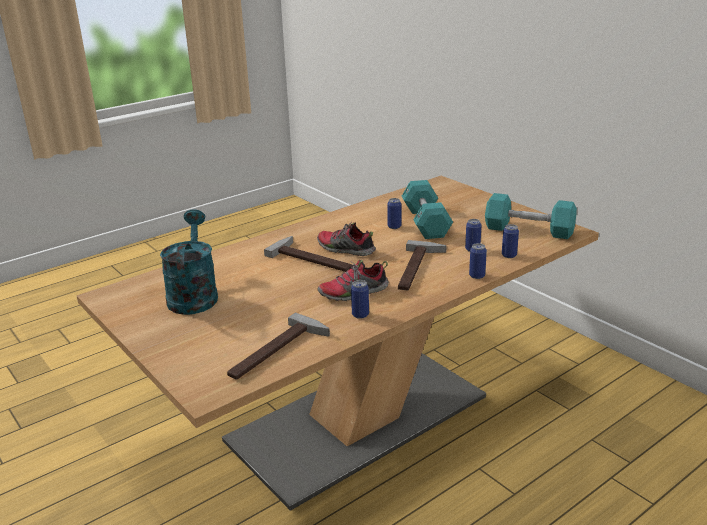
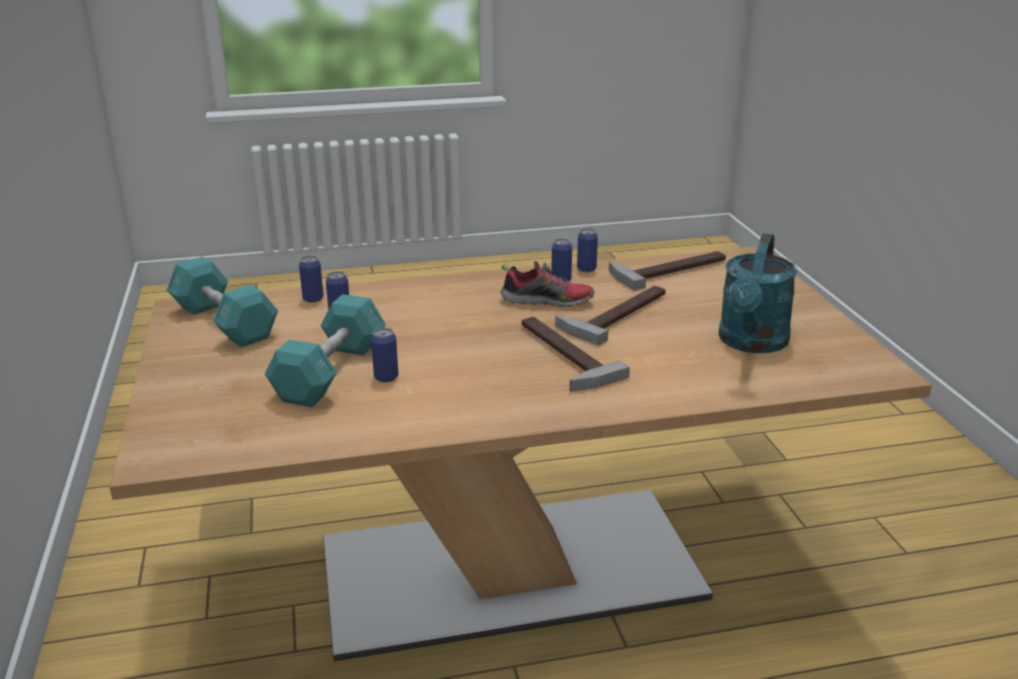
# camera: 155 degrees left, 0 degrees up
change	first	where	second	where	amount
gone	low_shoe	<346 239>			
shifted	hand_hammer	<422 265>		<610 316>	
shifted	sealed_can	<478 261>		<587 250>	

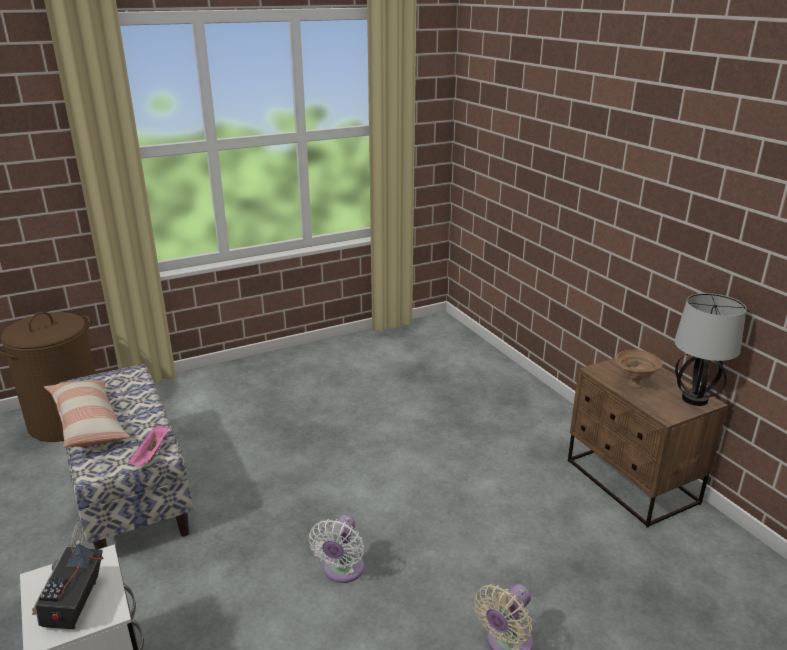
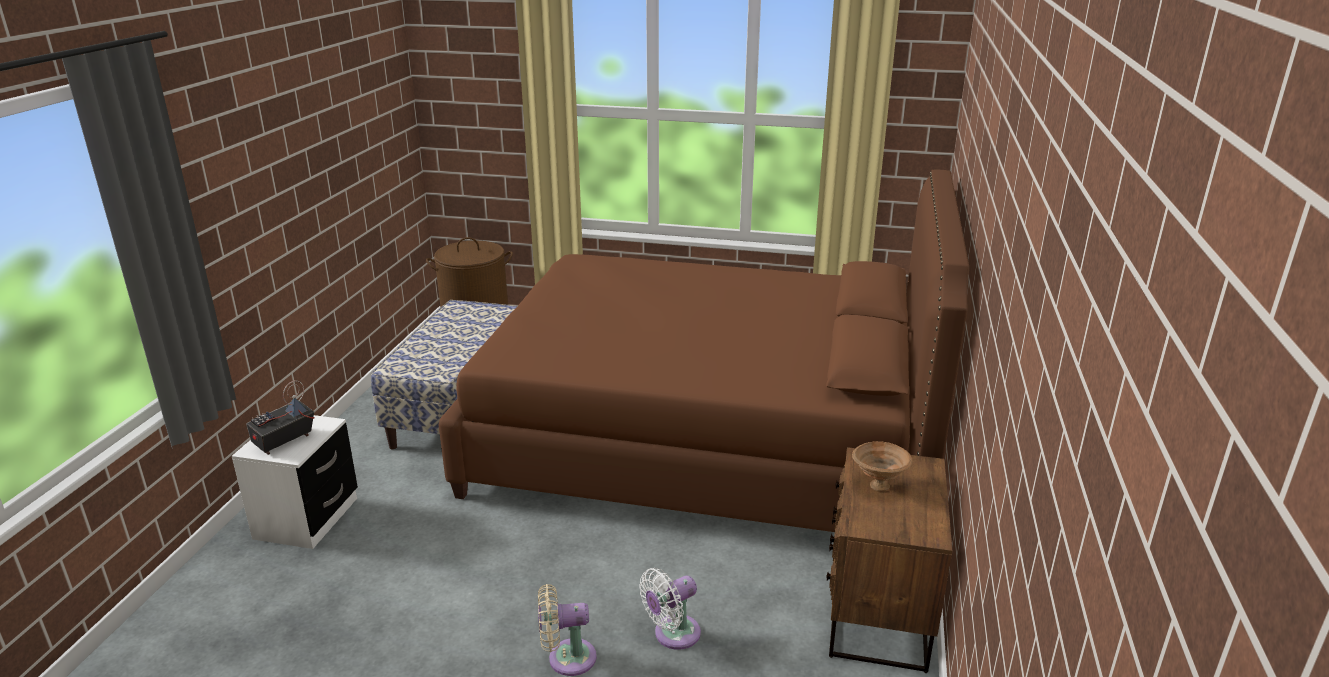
# camera: 40 degrees right, 0 degrees up
change	first	where	second	where	amount
gone	table_lamp	<710 349>			
gone	cushion	<87 414>			
gone	pinkish_tray	<148 445>			
shifted	white-coloured_electric_fan	<336 549>		<670 609>	
new			brown-coloured_bed	<704 351>	

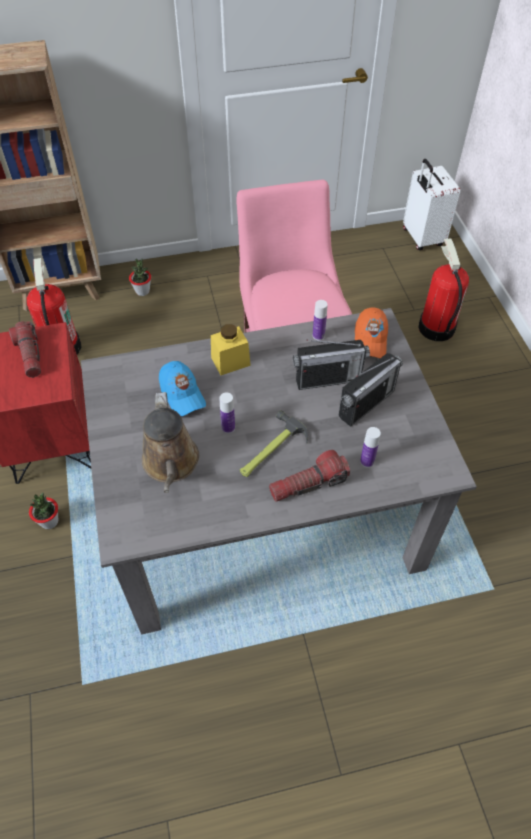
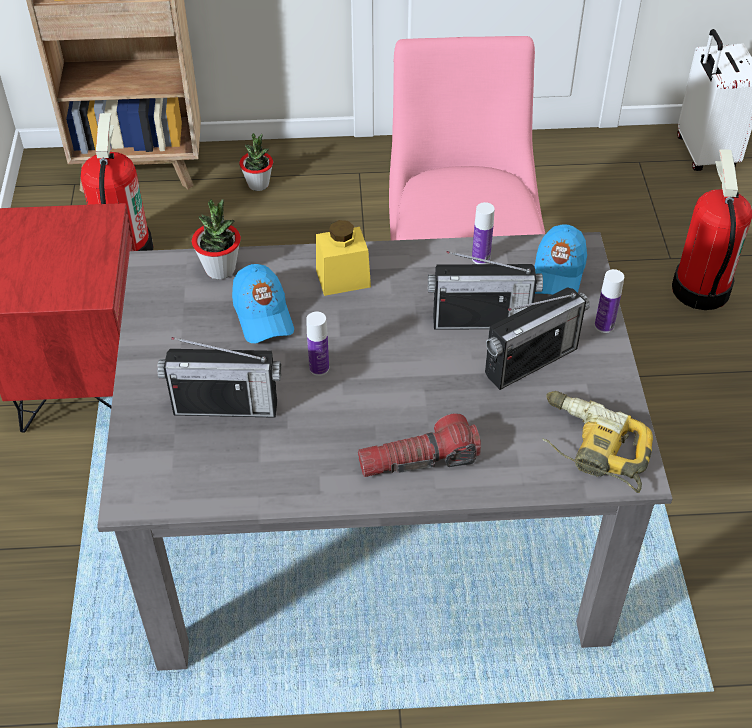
# camera: 10 degrees right, 5 degrees down
change	first	where	second	where	amount
repainted	orangey_baseball_cap	<371 332>	bluish_baseball_cap	<560 259>	
gone	torch	<25 349>			
swapped	brown-coloured_watering_pot	<170 442>	radio	<219 377>	
gone	hand_hammer	<274 443>			
shifted	beverage_bottle	<370 447>		<609 301>	
shifted	potted_plant	<43 511>		<216 239>	
new			electric_drill	<597 442>	

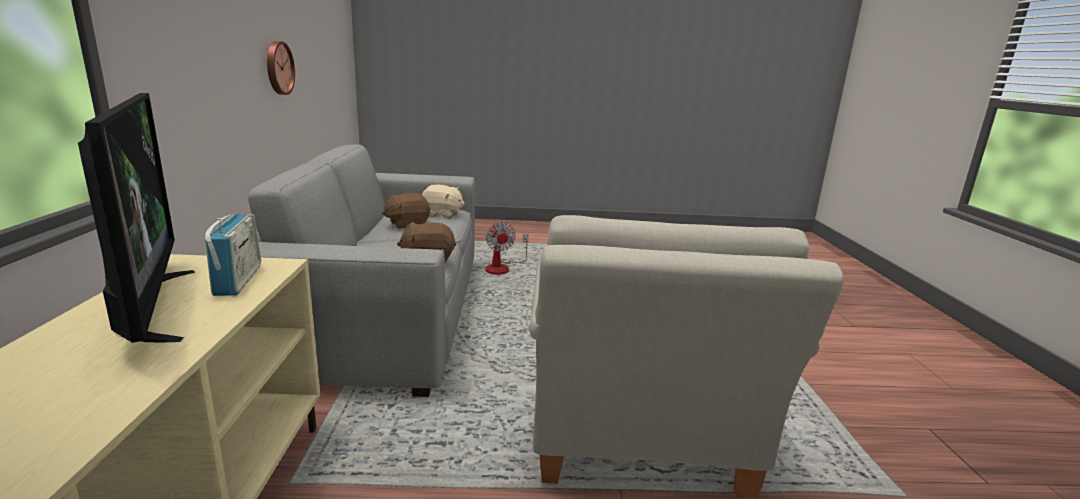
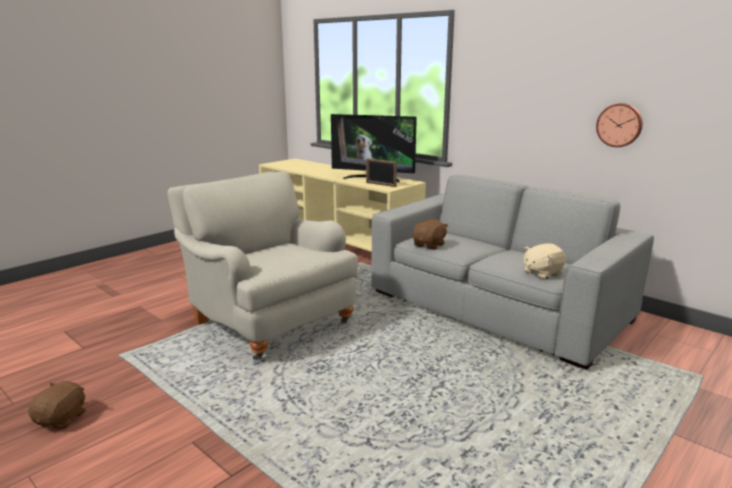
# camera: 135 degrees right, 0 degrees up
change	first	where	second	where	amount
shifted	brown-coloured_soft_toy	<406 211>		<57 405>	
swapped	radio	<233 254>	picture_frame	<381 172>	
gone	electric_fan	<506 248>			

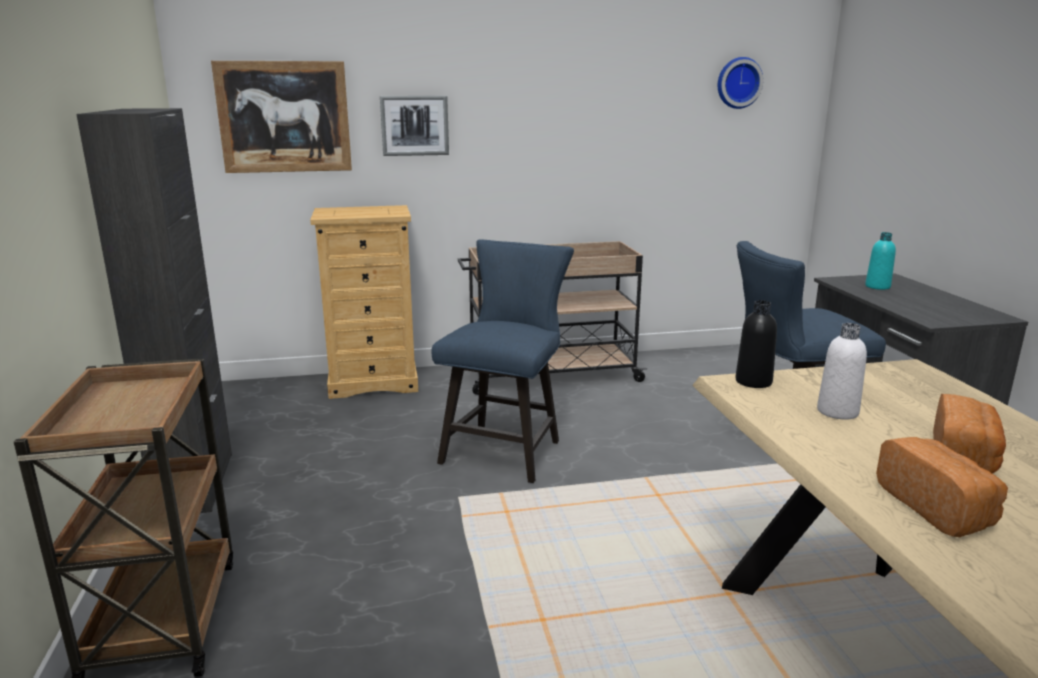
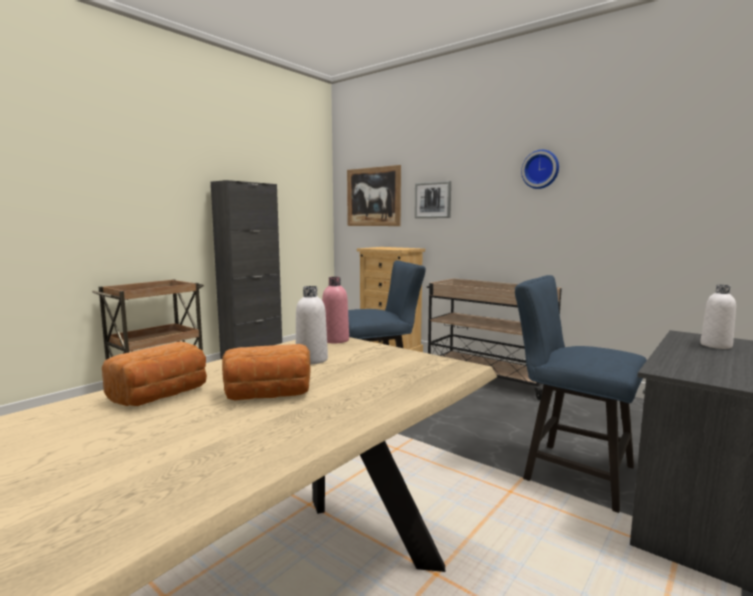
# camera: 50 degrees right, 10 degrees down
change	first	where	second	where	amount
shifted	wall_clock	<740 83>		<540 169>	
repainted	turquoise-coloured_beverage_bottle	<880 261>	white-coloured_beverage_bottle	<718 317>	
repainted	blackish_beverage_bottle	<756 344>	pinkish_beverage_bottle	<335 310>	

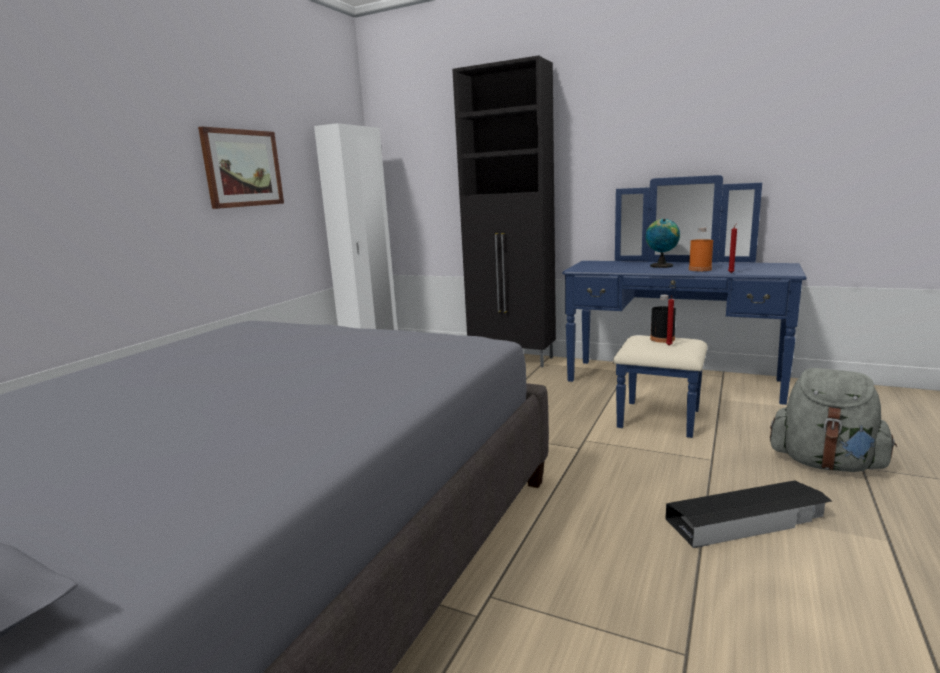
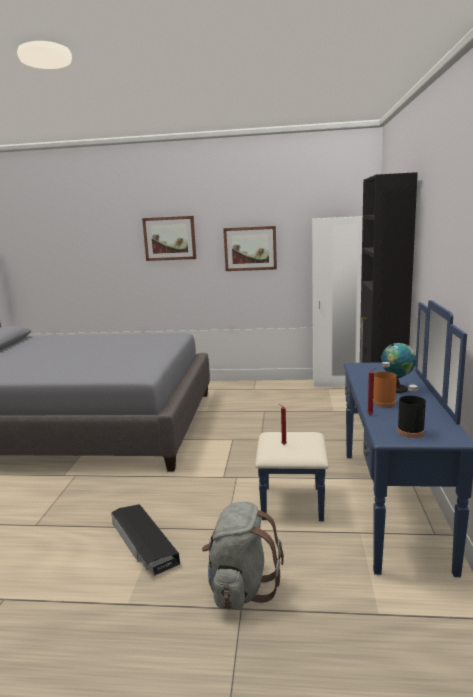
# camera: 70 degrees right, 0 degrees up
change	first	where	second	where	amount
shifted	blackish_beverage_bottle	<663 319>		<411 411>	
new			wall_art	<169 238>	

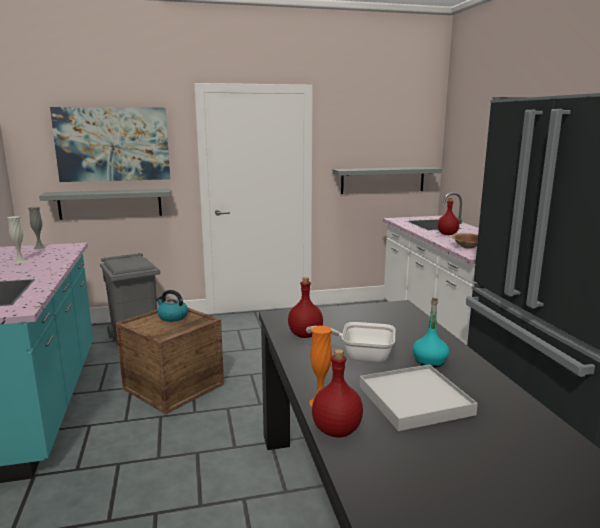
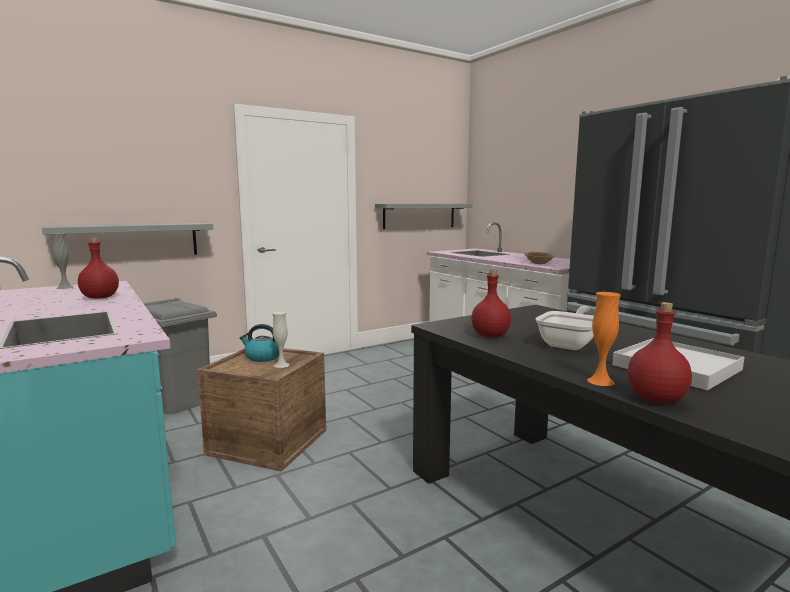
# camera: 20 degrees left, 5 degrees down
change	first	where	second	where	amount
gone	wall_art	<110 144>			
shifted	reddish_beverage_bottle	<448 216>		<98 268>	
shifted	white-coloured_decorative_vase	<17 240>		<280 340>	
gone	turquoise-coloured_beverage_bottle	<431 332>			
rotated	pan	<350 342>		<565 328>	135 degrees clockwise

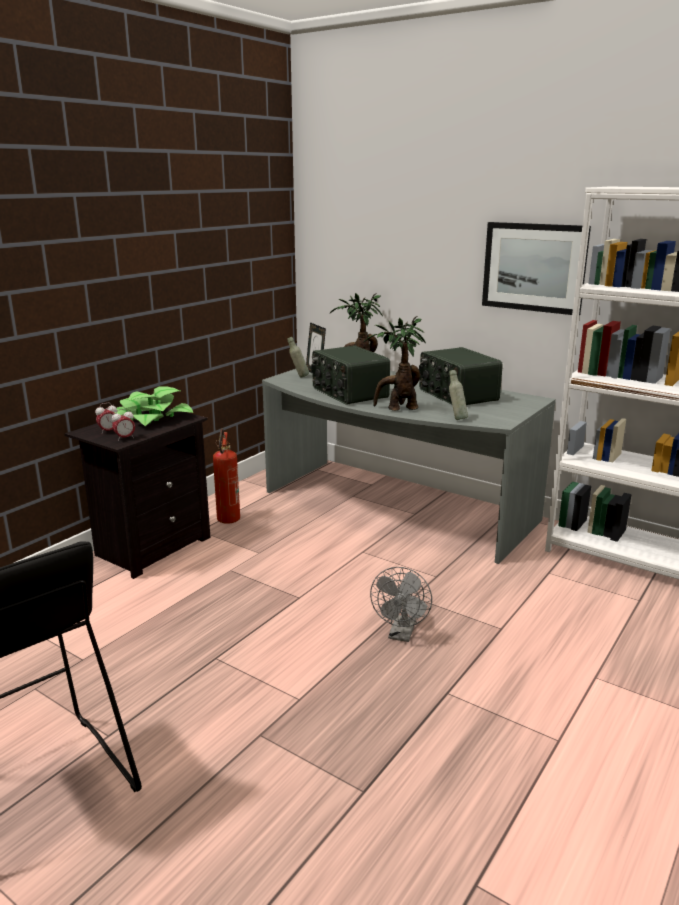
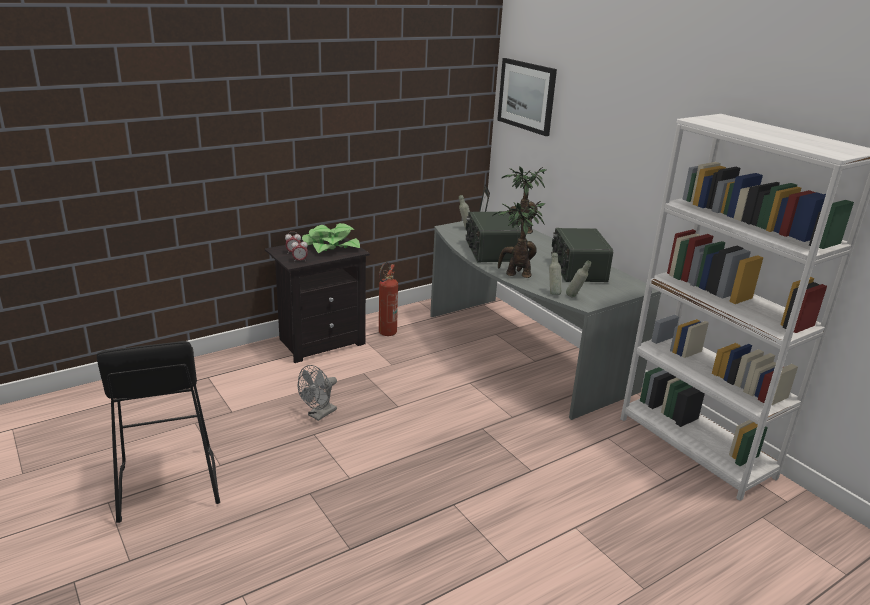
# camera: 20 degrees right, 5 degrees up
change	first	where	second	where	amount
shifted	wall_art	<536 268>		<527 97>	
shifted	greyish_electric_fan	<401 604>		<317 393>	
new			greyish_beverage_bottle	<578 279>	

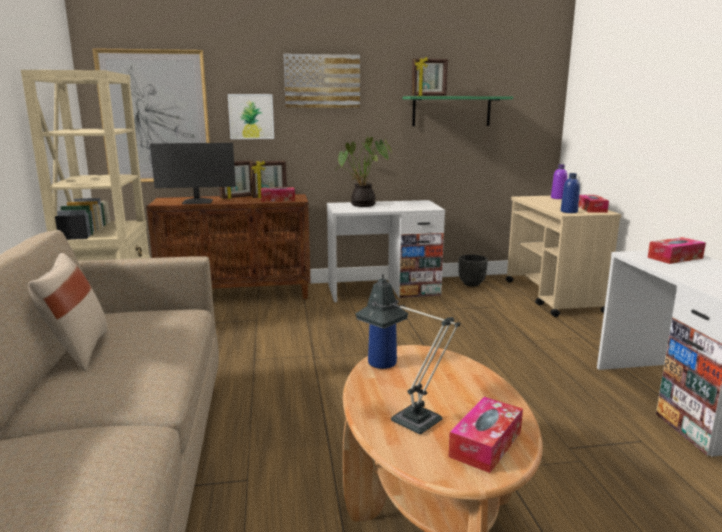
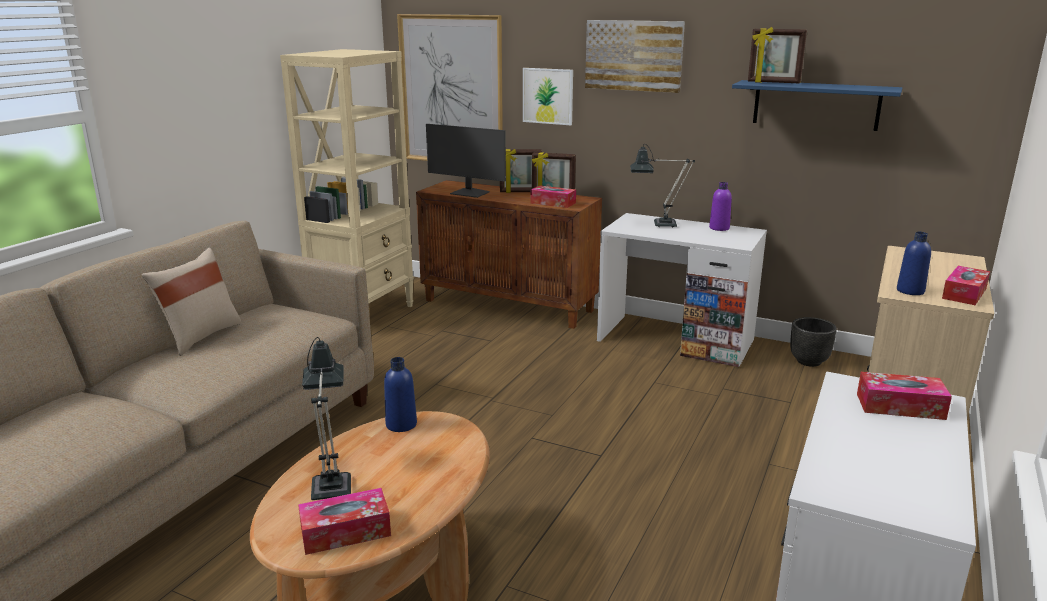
# camera: 35 degrees right, 5 degrees up
change	first	where	second	where	amount
repainted	green_wall_shelf	<458 111>	bluish_wall_shelf	<817 105>	
swapped	potted_plant	<363 171>	table_lamp	<662 185>	
shifted	purplish_beverage_bottle	<559 181>		<720 206>	

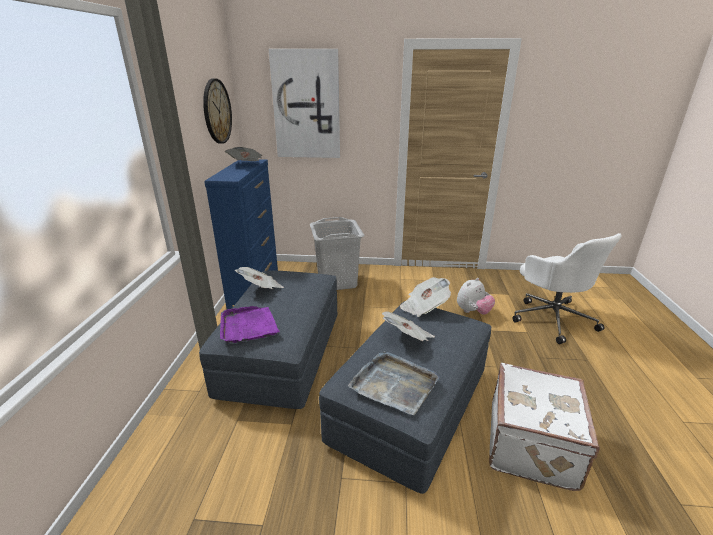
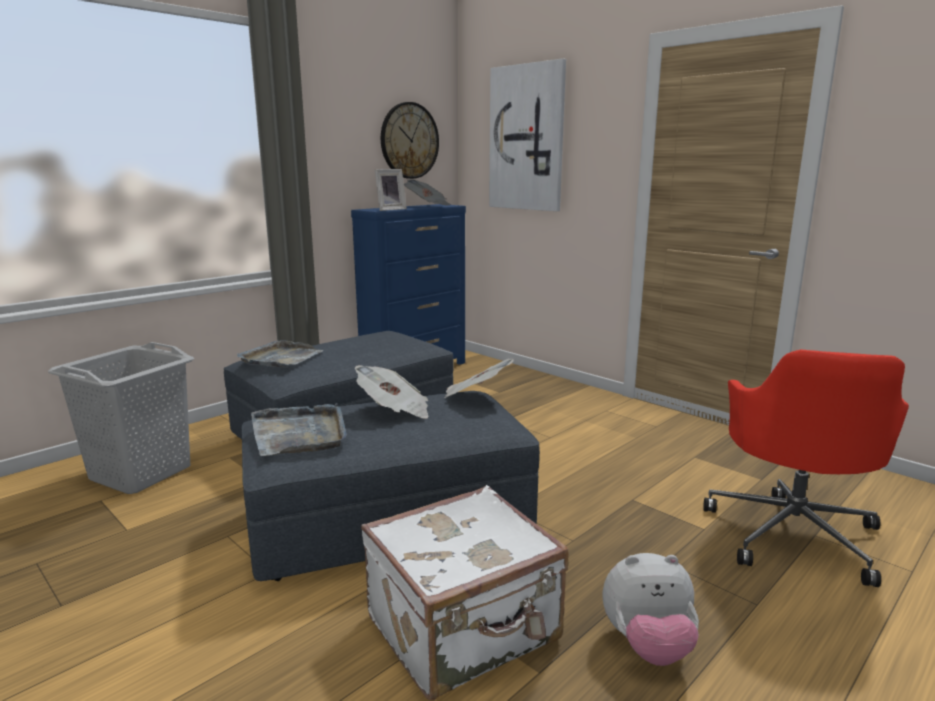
# camera: 40 degrees right, 10 degrees down
change	first	where	second	where	amount
shifted	greyish_washing_basket	<337 253>		<121 418>	
repainted	white-coloured_computer_chair	<567 288>	reddish_computer_chair	<806 468>	
gone	daily_paper	<259 278>			
shifted	soft_toy	<476 296>		<650 609>	
repainted	purplish_tray	<250 324>	greyish_tray	<280 353>	
new			picture_frame	<391 190>	

